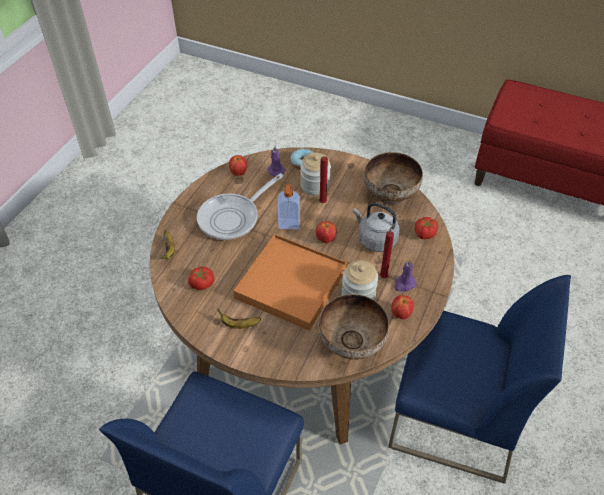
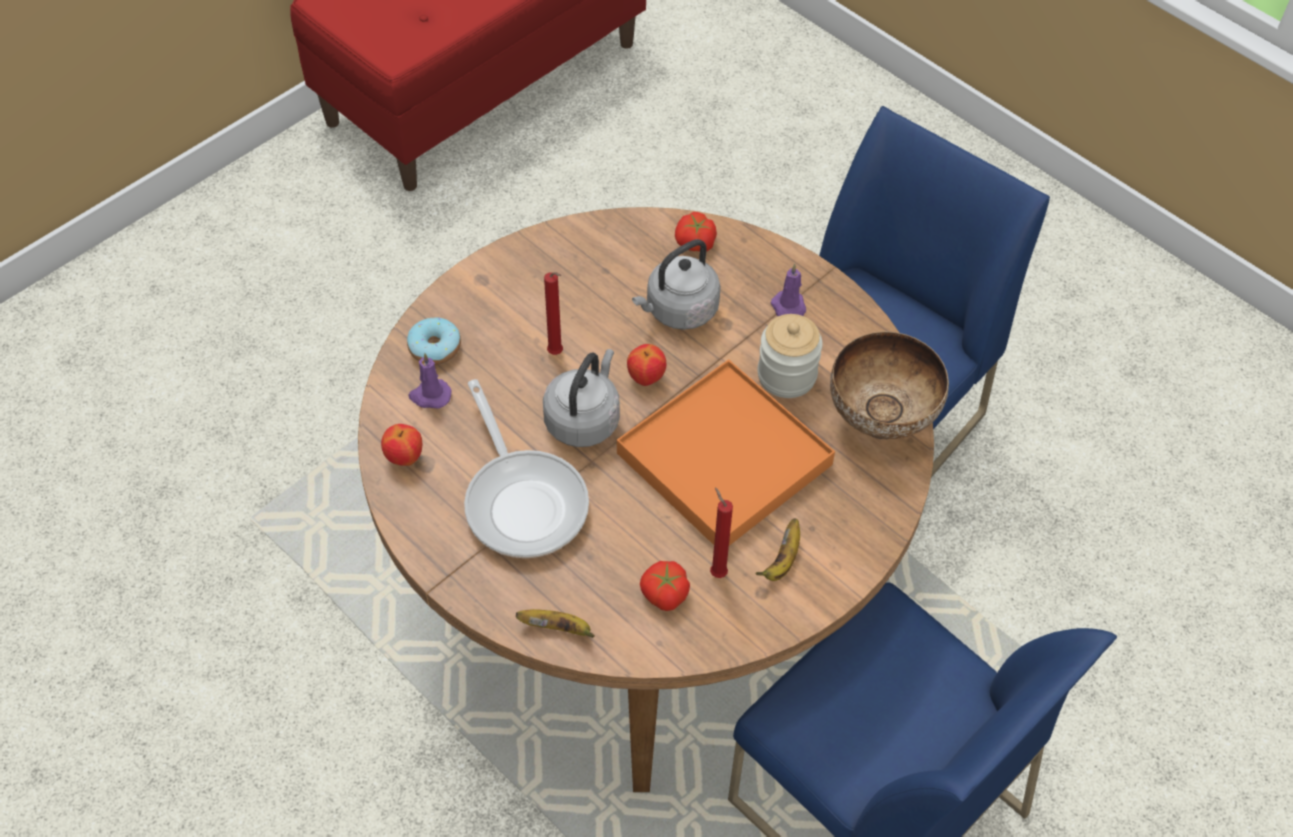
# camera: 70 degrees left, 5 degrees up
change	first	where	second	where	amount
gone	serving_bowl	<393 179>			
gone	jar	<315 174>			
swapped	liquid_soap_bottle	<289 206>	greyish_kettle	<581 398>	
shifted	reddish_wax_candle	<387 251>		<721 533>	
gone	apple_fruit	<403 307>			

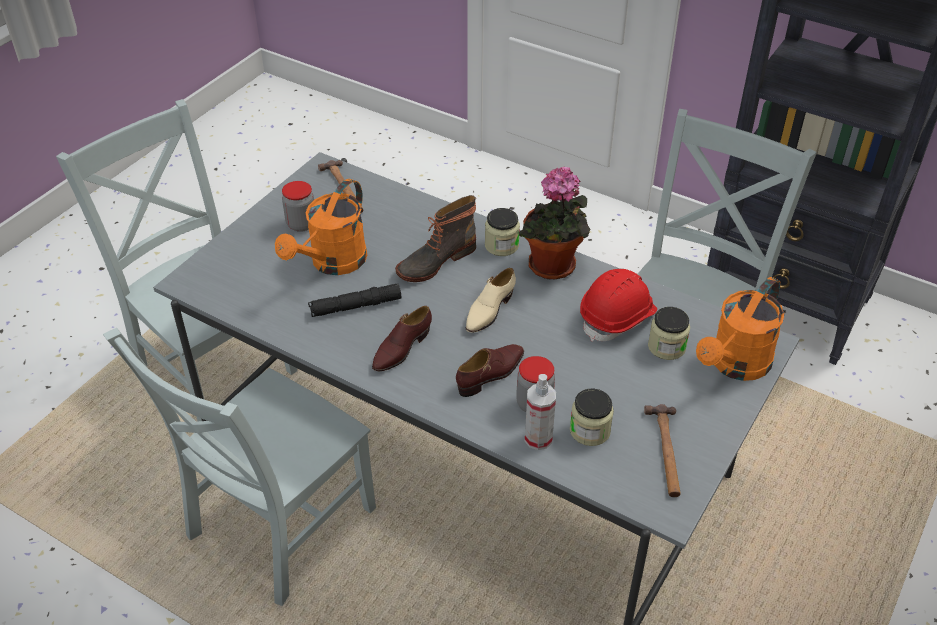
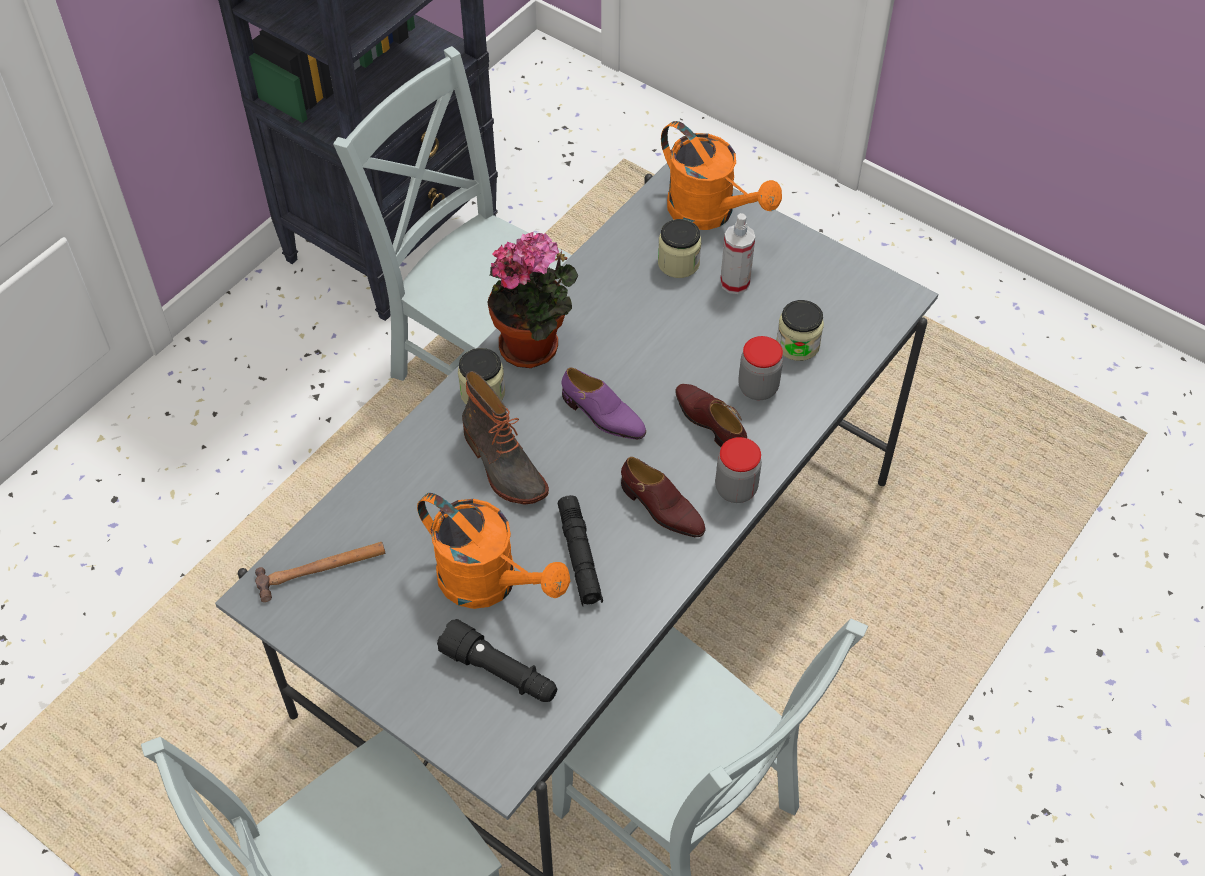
# camera: 85 degrees left, 10 degrees up
change	first	where	second	where	amount
shifted	jar	<298 206>		<738 470>	
repainted	sand-coloured_low_shoe	<491 300>	purplish_low_shoe	<603 404>	
gone	reddish_work_helmet	<618 305>			
shifted	sprayer	<540 412>		<737 253>	
gone	hand_hammer	<662 450>			
new			blackish_torch	<497 660>	

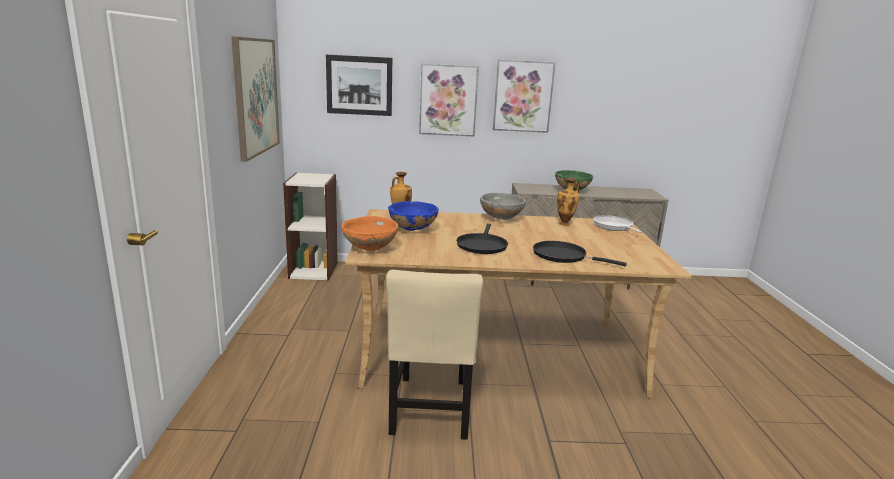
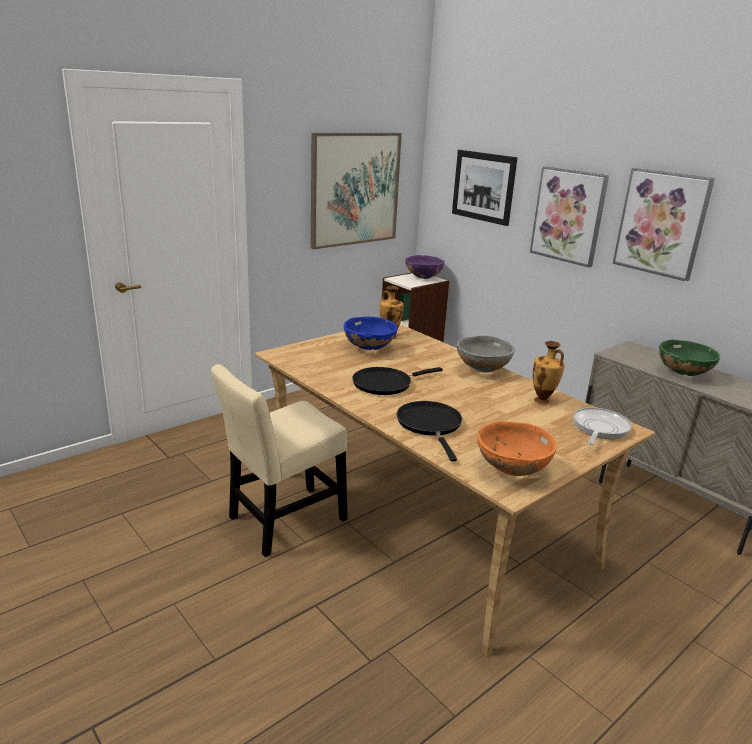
# camera: 50 degrees right, 5 degrees up
change	first	where	second	where	amount
shifted	orangey_serving_bowl	<369 233>		<517 448>	
new			purplish_serving_bowl	<425 267>	

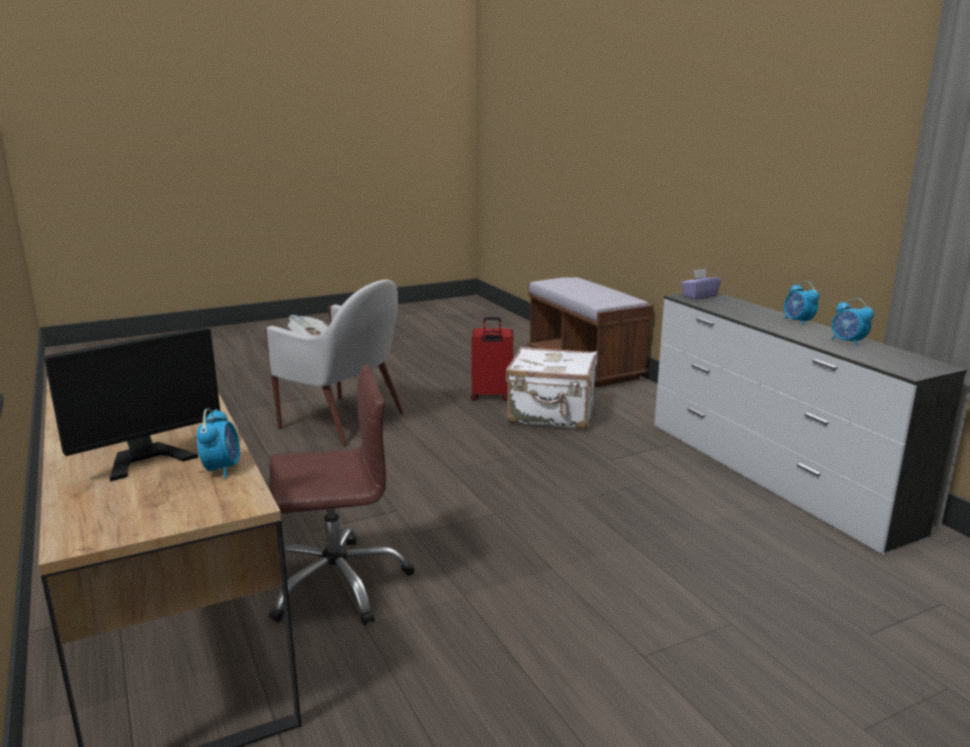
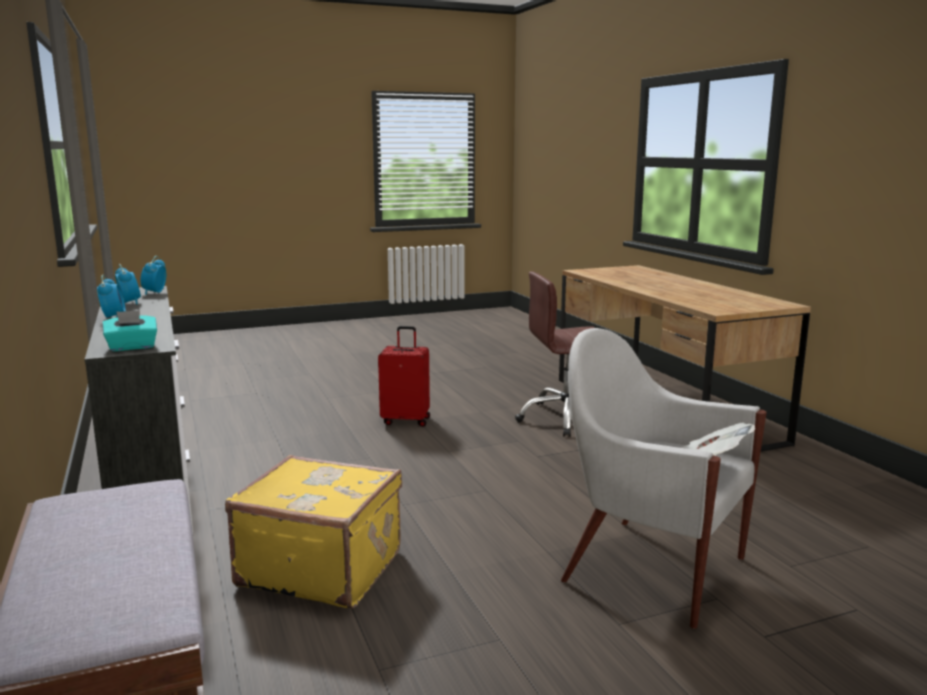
# camera: 175 degrees left, 5 degrees down
change	first	where	second	where	amount
repainted	purplish_box_of_tissues	<701 284>	turquoise-coloured_box_of_tissues	<130 330>	
shifted	reddish_suitcase	<492 359>		<404 376>	
gone	computer_display	<132 404>			
repainted	white-coloured_suitcase	<551 388>	yellowish_suitcase	<313 531>	
shifted	alarm_clock	<218 443>		<153 275>	

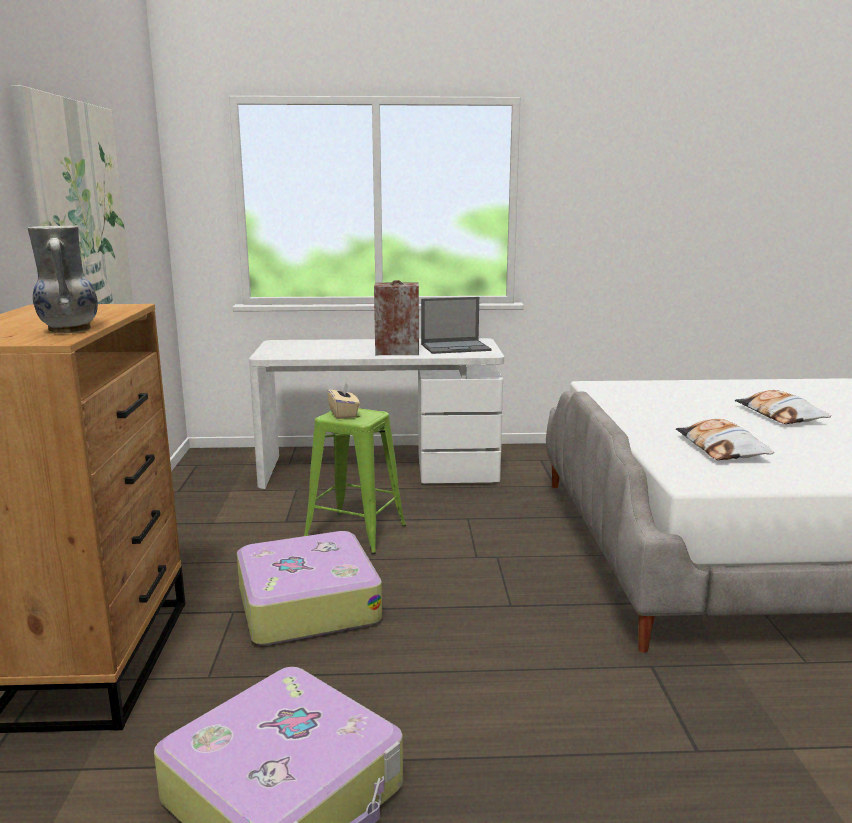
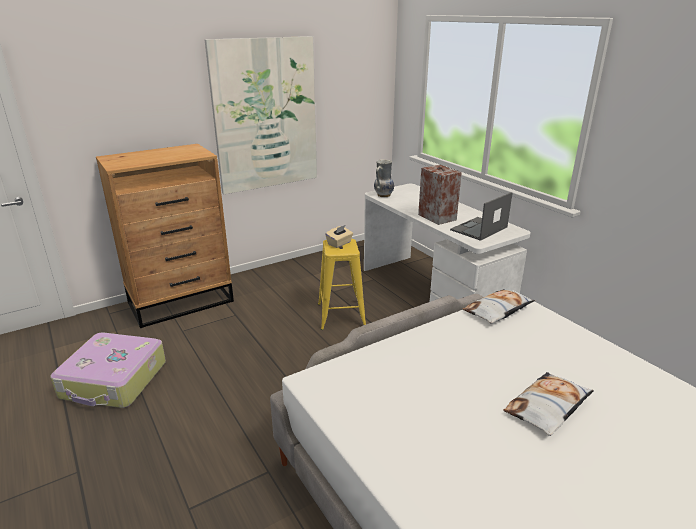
# camera: 60 degrees right, 10 degrees up
change	first	where	second	where	amount
shifted	decorative_vase	<63 279>		<384 178>	
rotated	portable_computer	<456 325>		<481 216>	90 degrees clockwise
repainted	green_sitting_stool	<355 481>	yellowish_sitting_stool	<342 284>	
shifted	cushion	<725 439>		<498 306>	
gone	suitcase	<309 588>			

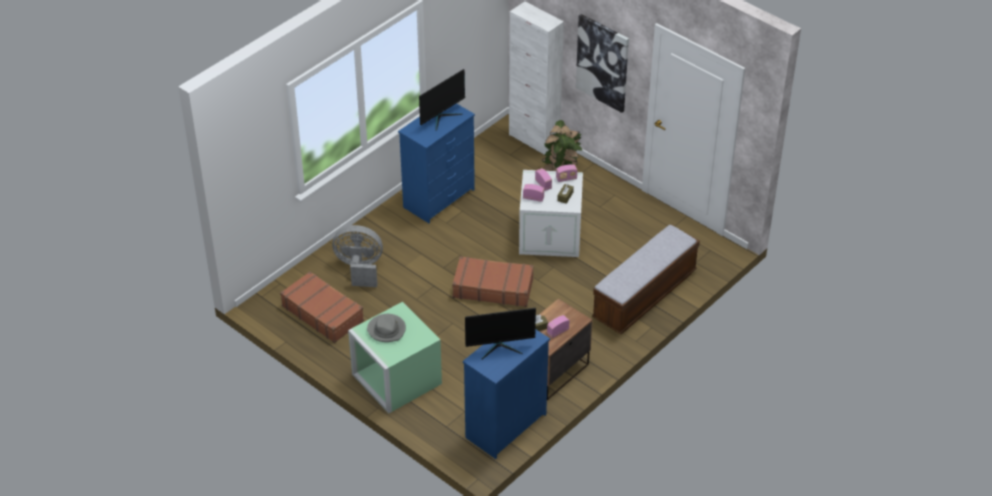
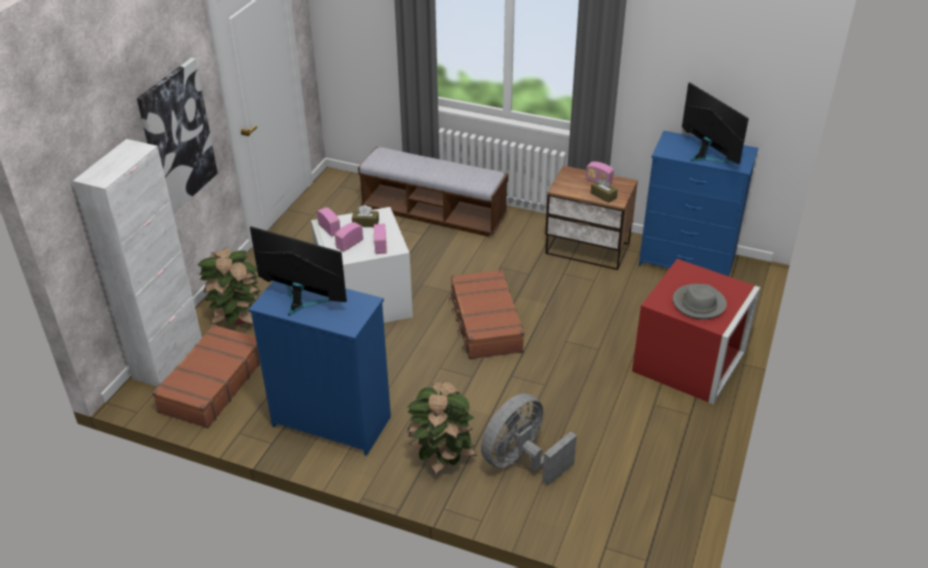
# camera: 110 degrees left, 5 degrees down
change	first	where	second	where	amount
rotated	greyish_electric_fan	<357 256>		<529 439>	60 degrees clockwise
shifted	brown-coloured_suitcase	<322 307>		<206 376>	
repainted	green_storage_box	<395 358>	reddish_storage_box	<696 331>	
new			potted_plant	<442 428>	

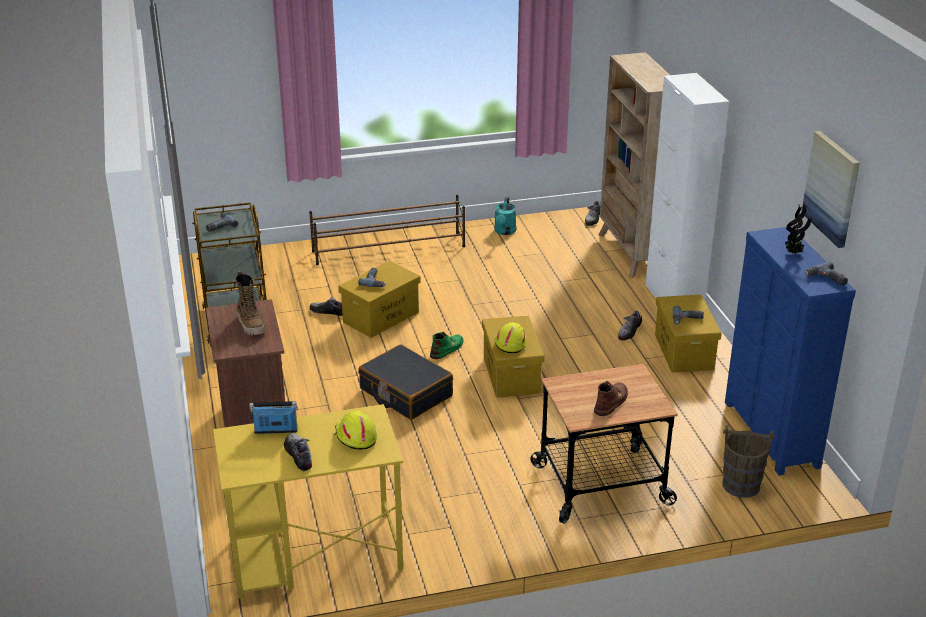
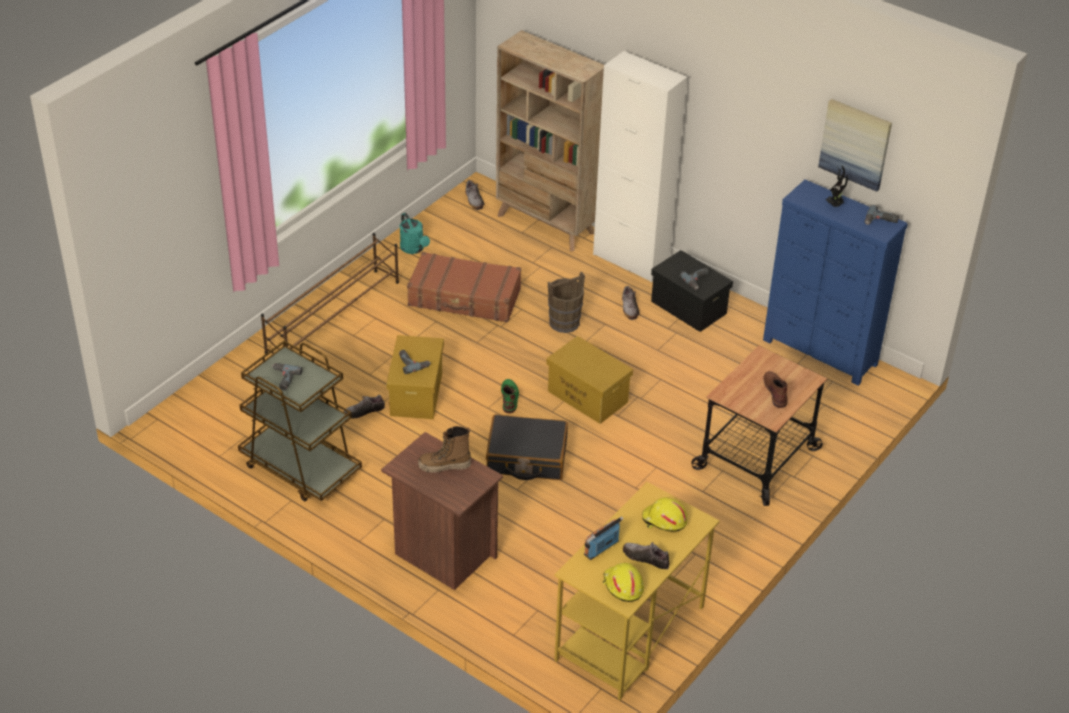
# camera: 40 degrees left, 10 degrees up
change	first	where	second	where	amount
rotated	tall_boot	<250 303>		<444 449>	150 degrees clockwise
repainted	yellowish_storage_box	<688 333>	blackish_storage_box	<692 291>	
shifted	yellowish_work_helmet	<511 337>		<623 582>	
shifted	brown-coloured_water_bucket	<748 461>		<566 302>	
new			brown-coloured_suitcase	<464 287>	

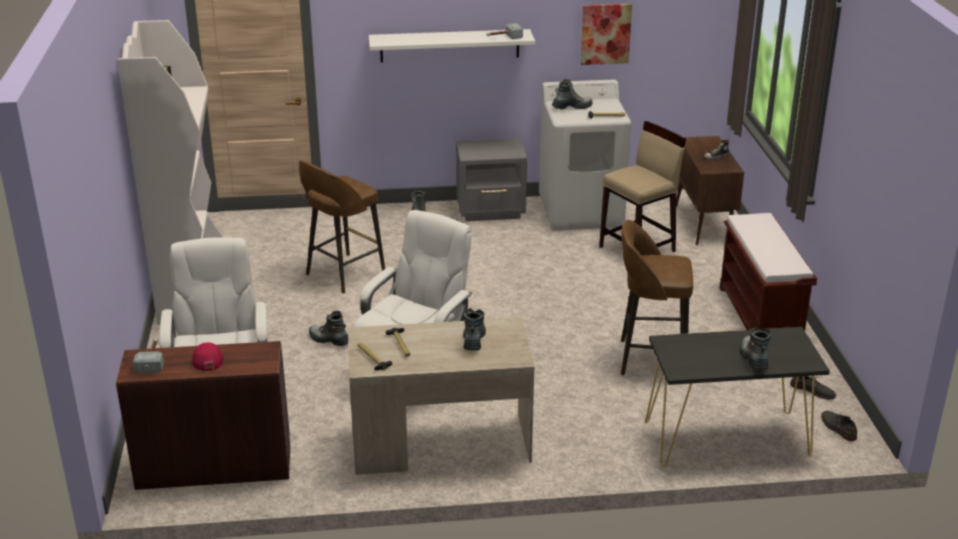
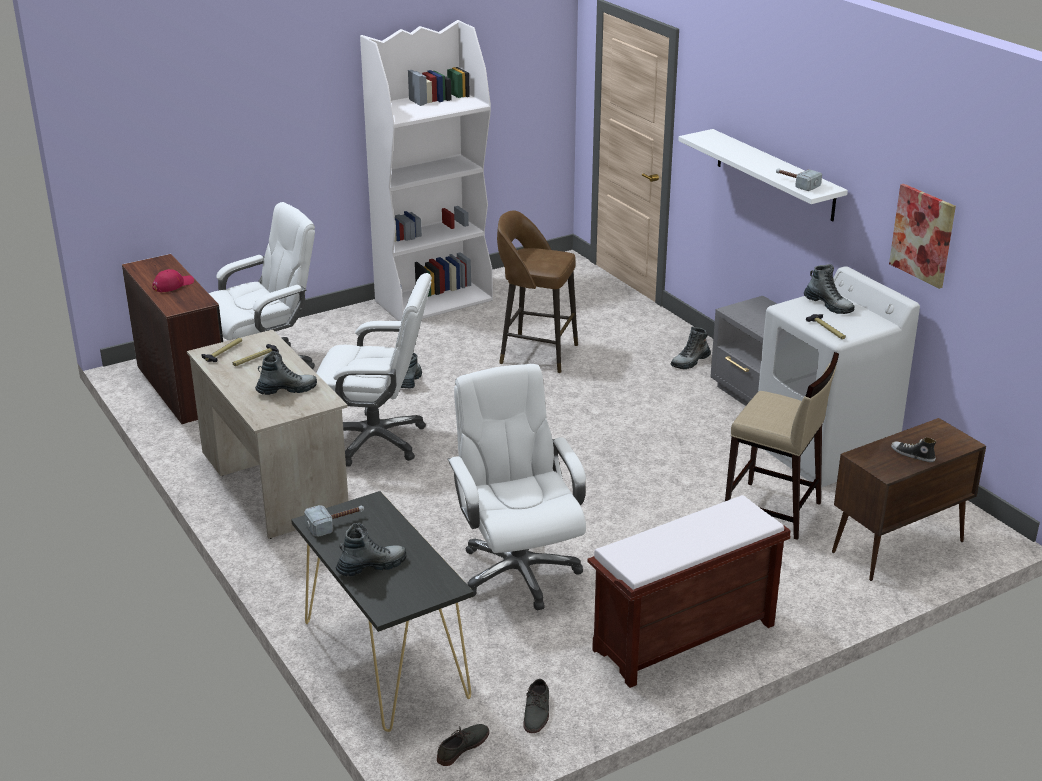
# camera: 65 degrees right, 0 degrees up
change	first	where	second	where	amount
swapped	brown-coloured_sitting_stool	<657 297>	white-coloured_computer_chair	<517 487>	
shifted	hand_hammer	<148 355>		<334 521>	

